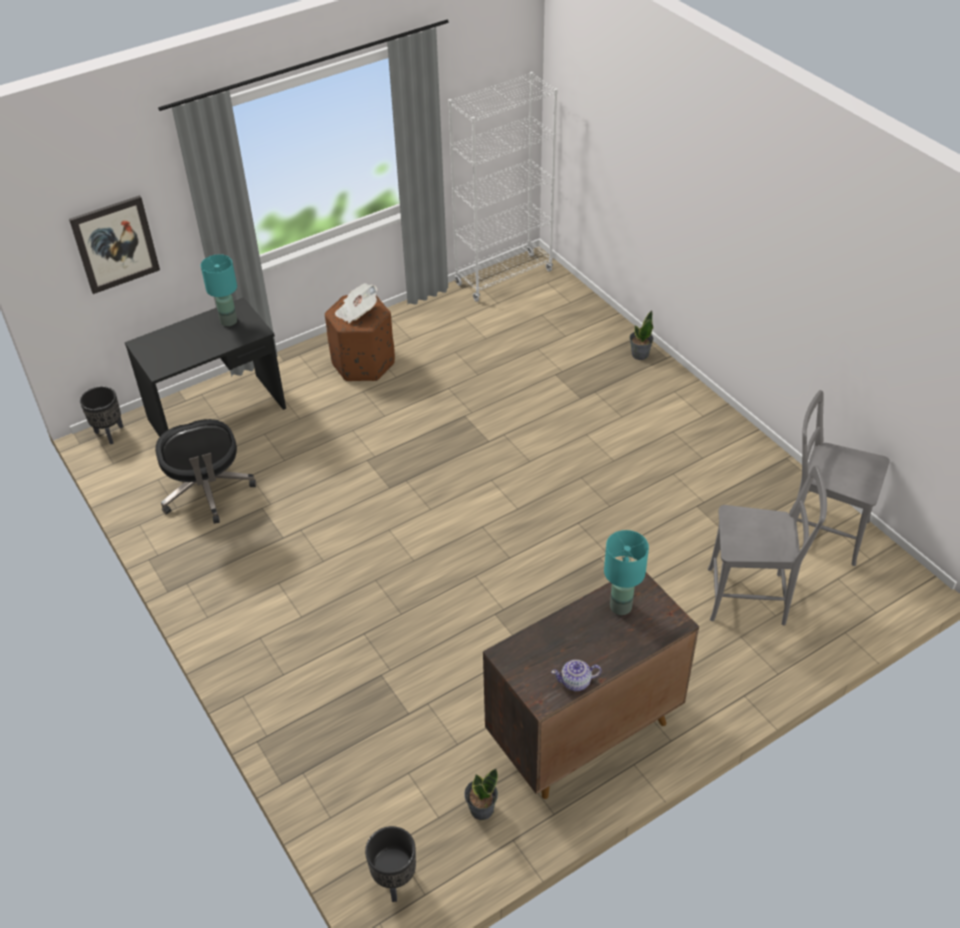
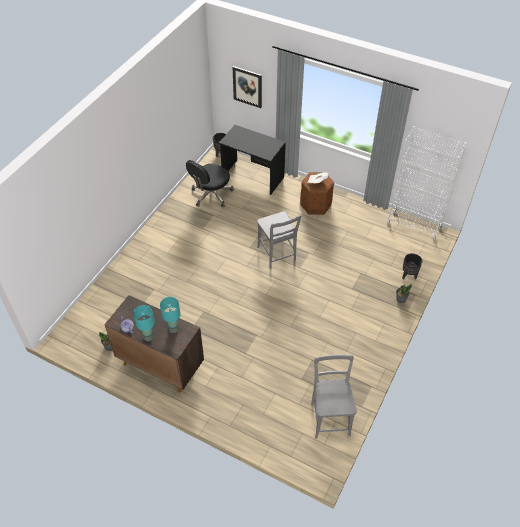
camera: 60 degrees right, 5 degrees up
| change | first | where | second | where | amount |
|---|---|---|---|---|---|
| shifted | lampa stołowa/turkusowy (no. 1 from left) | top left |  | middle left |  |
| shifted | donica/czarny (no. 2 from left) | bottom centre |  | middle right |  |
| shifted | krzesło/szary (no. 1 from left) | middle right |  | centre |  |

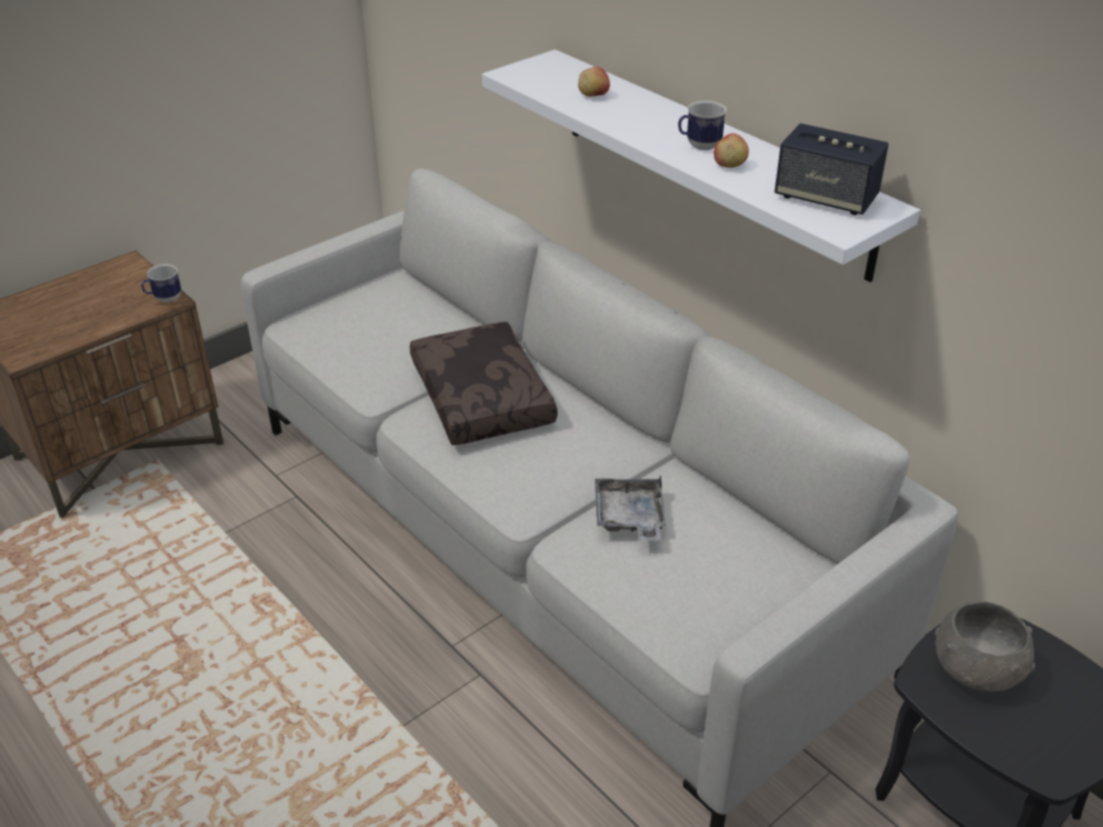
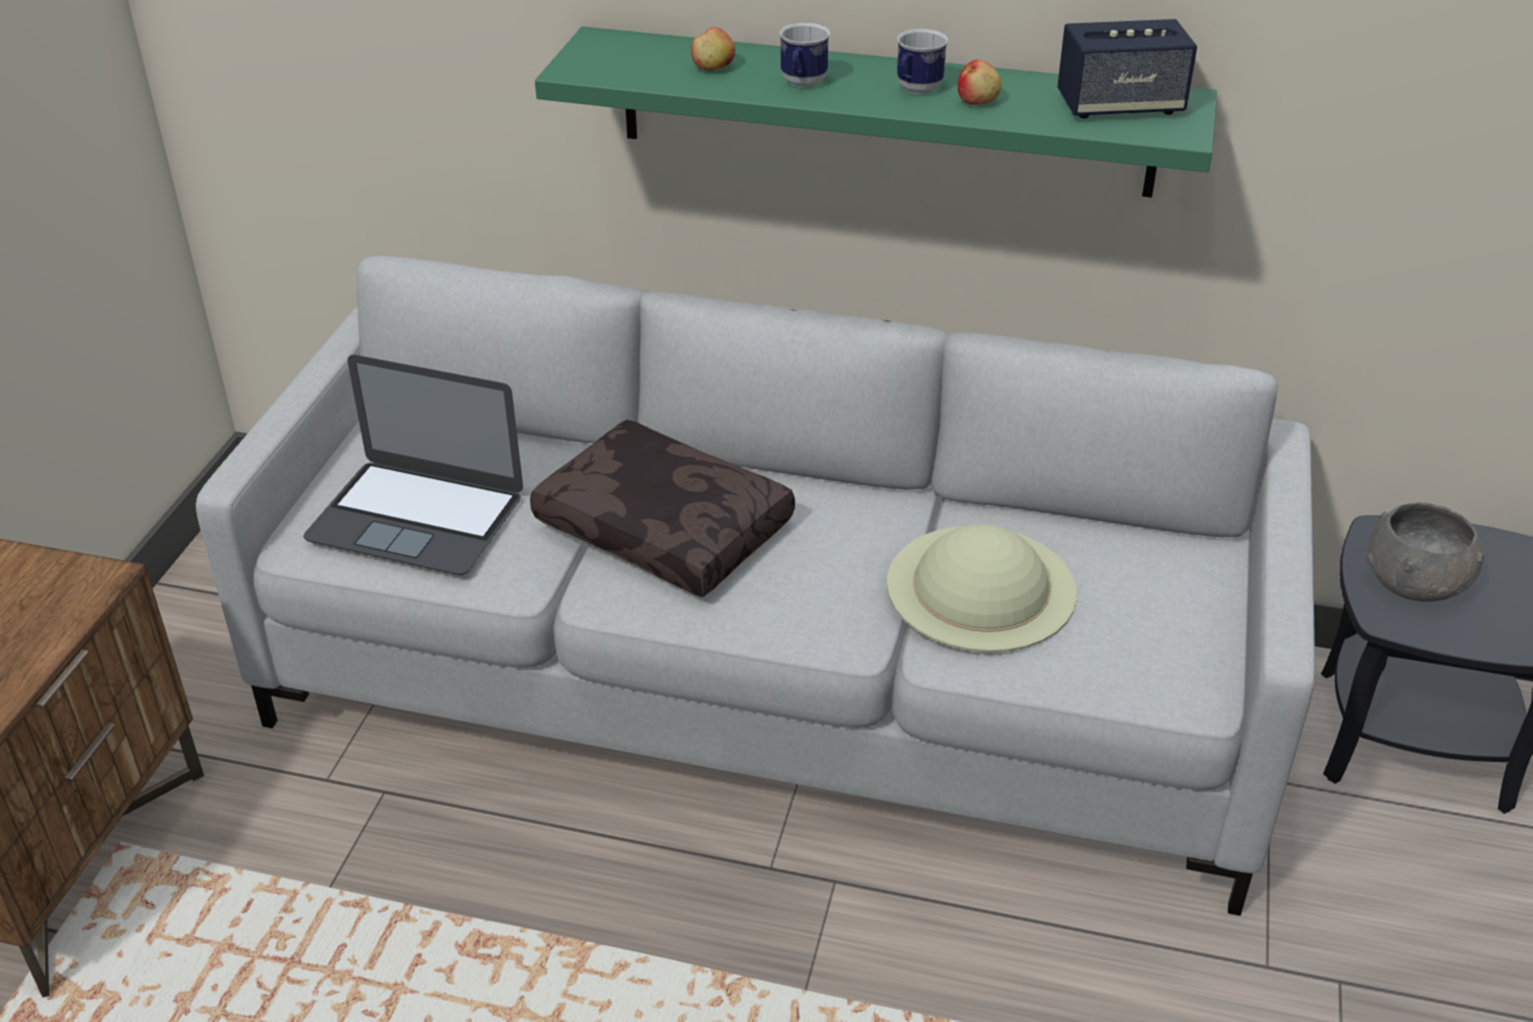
camera: 35 degrees left, 0 degrees up
| change | first | where | second | where | amount |
|---|---|---|---|---|---|
| shifted | kubek (no. 1 from left) | middle left |  | top centre |  |
| repainted | półka/biały | top centre | półka/zielony | top centre |  |
| swapped | taca/szary | centre | kapelusz/beżowy | centre |  |
| new |  |  | laptop | middle left |  |

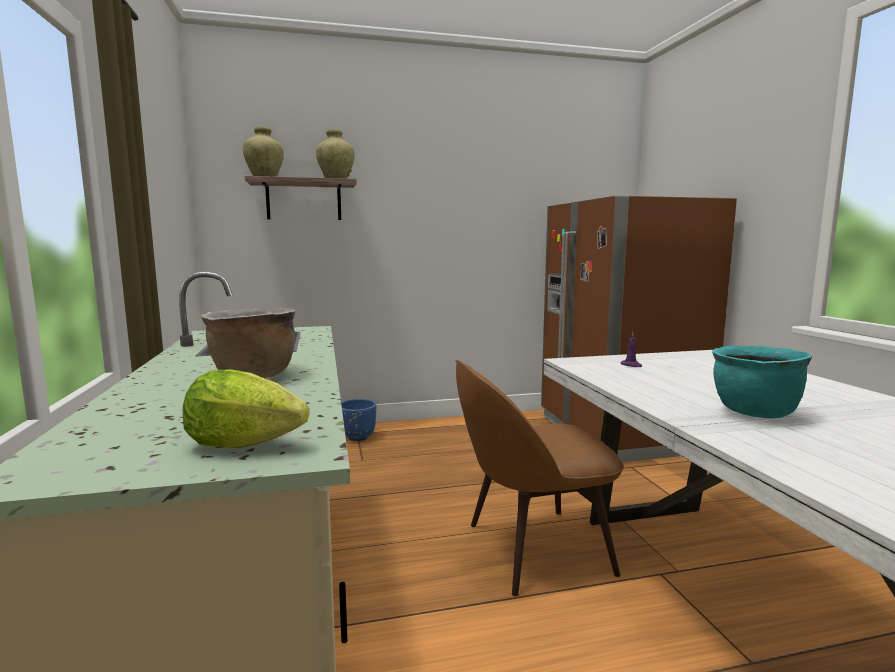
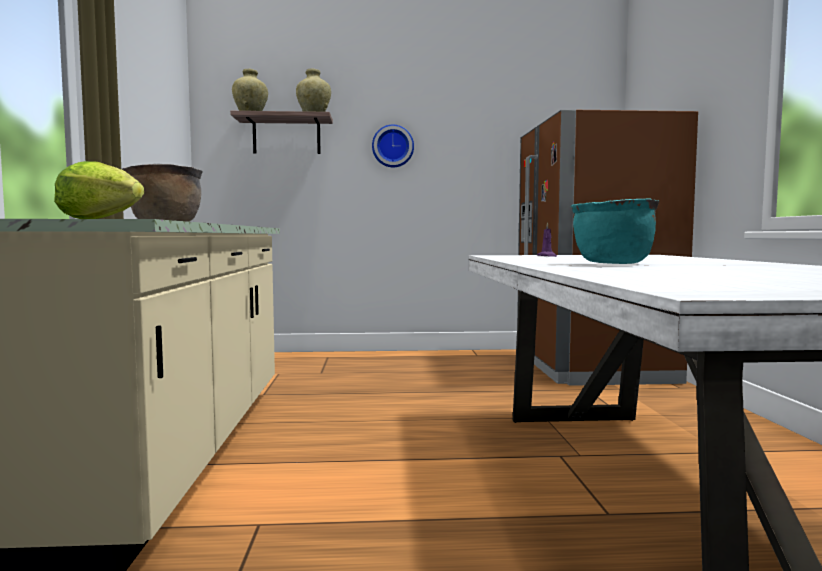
camera: 10 degrees right, 5 degrees down
| change | first | where | second | where | amount |
|---|---|---|---|---|---|
| gone | donica/niebieski | centre |  |  |  |
| gone | krzesło/brązowy | bottom centre |  |  |  |
| new |  |  | zegar ścienny | top centre |  |

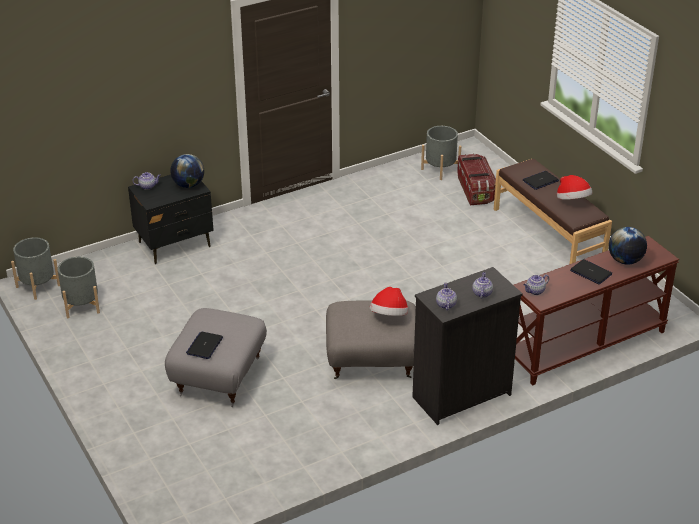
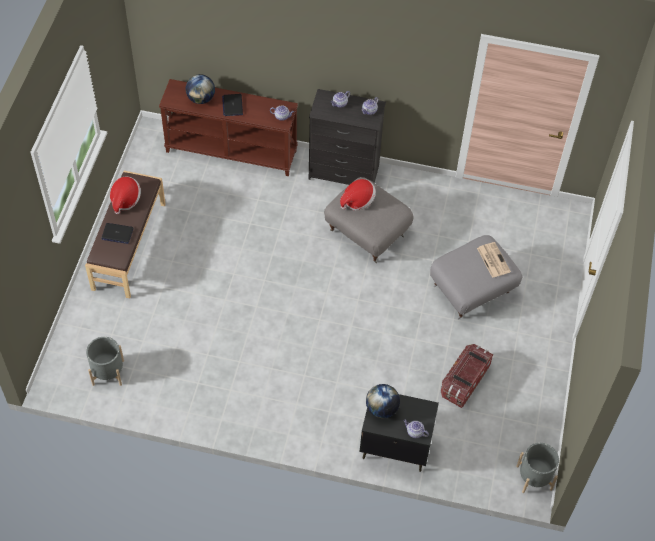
camera: 140 degrees left, 20 degrees up
| change | first | where | second | where | amount |
|---|---|---|---|---|---|
| gone | donica/szary (no. 2 from left) | middle left |  |  |  |
| swapped | laptop (no. 1 from left) | middle left | gazeta | middle right |  |
| shifted | pojemnik do przechowywania | middle right |  | bottom right |  |

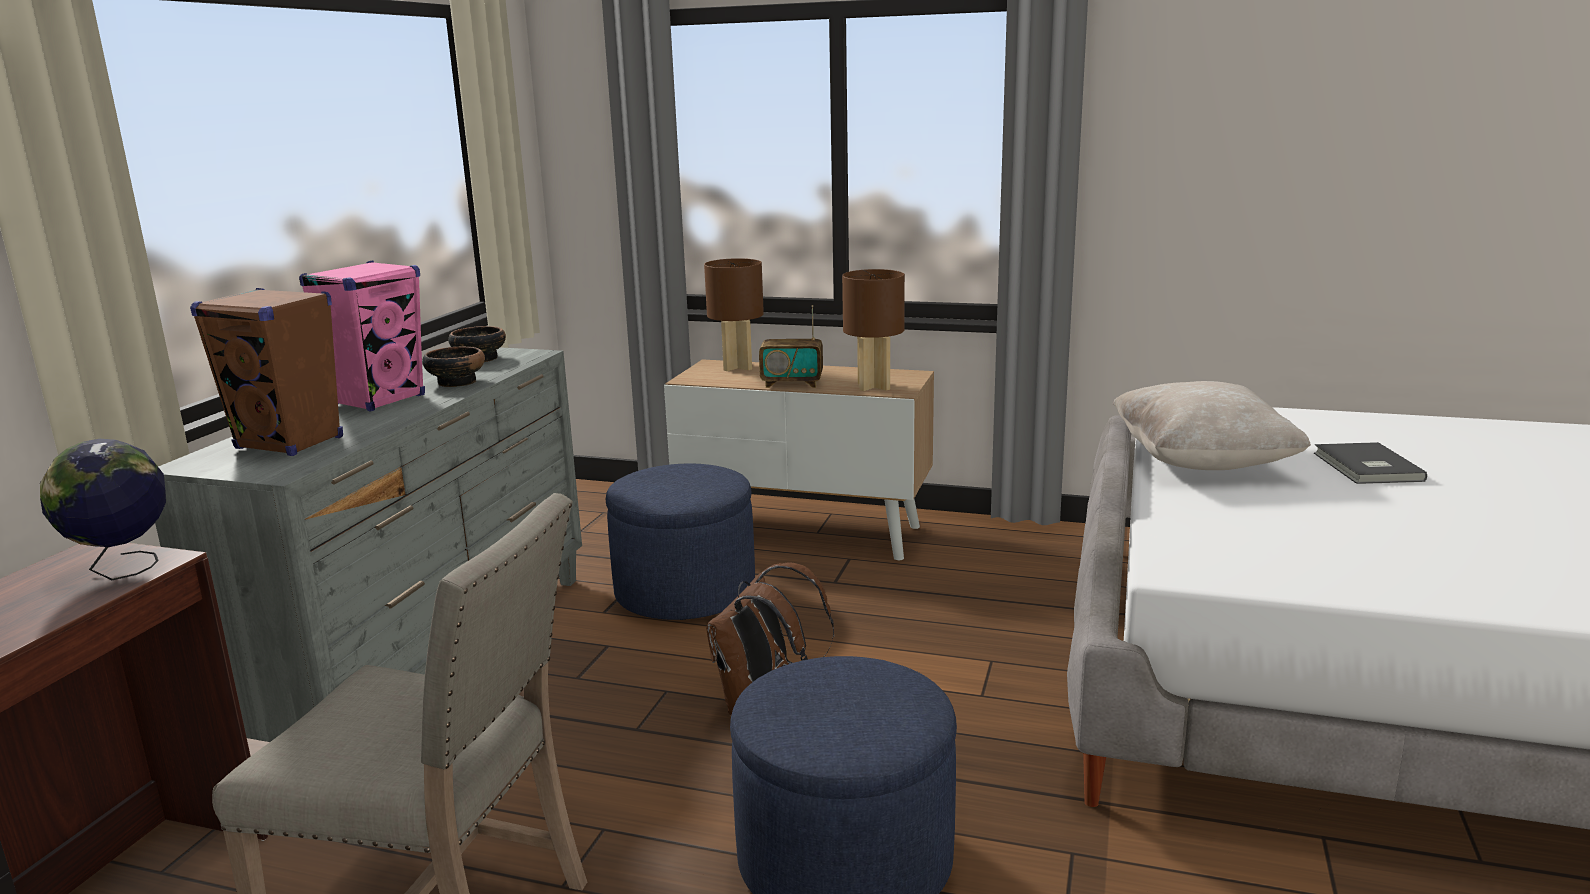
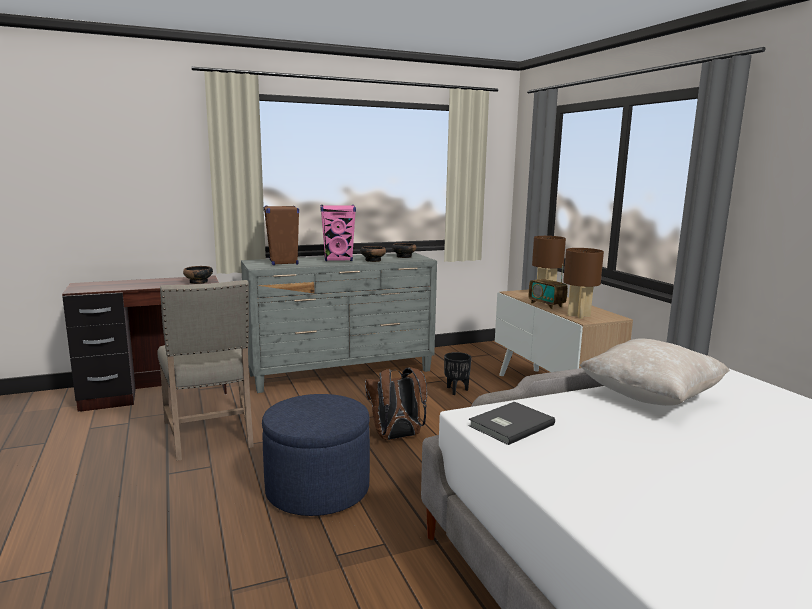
camera: 50 degrees right, 5 degrees down
| change | first | where | second | where | amount |
|---|---|---|---|---|---|
| swapped | globus | middle left | miska (no. 1 from left) | middle left |  |
| swapped | pufa/niebieski (no. 1 from left) | centre | donica/czarny | centre |  |
| shifted | książka/szary | middle right |  | bottom centre |  |

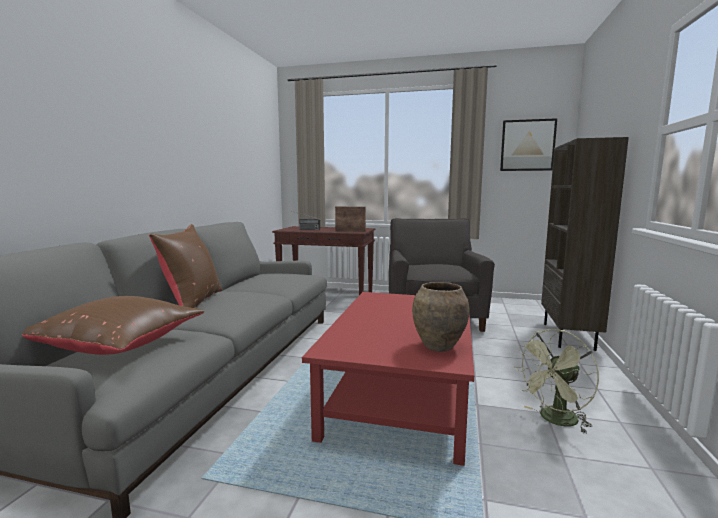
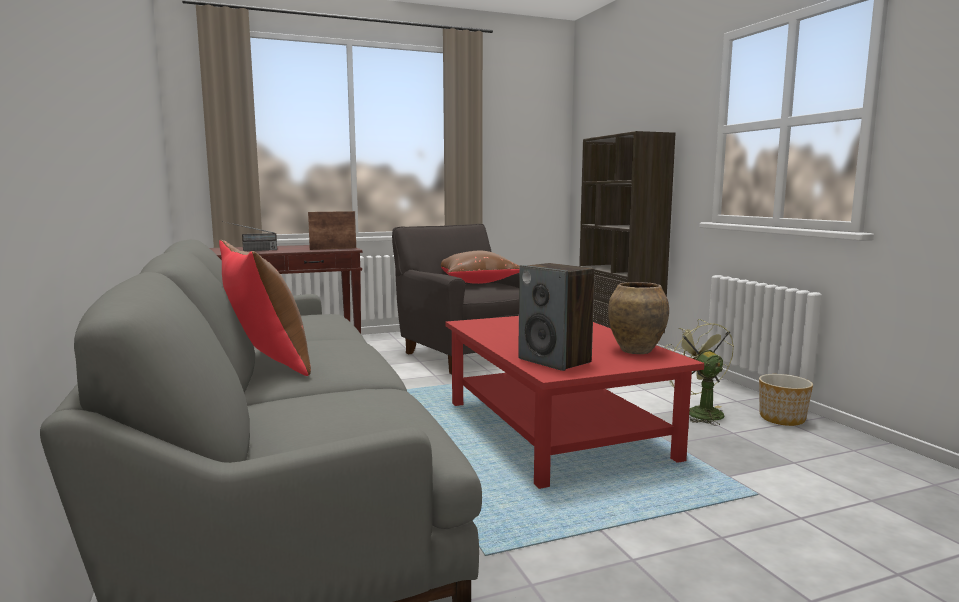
camera: 35 degrees left, 0 degrees up
| change | first | where | second | where | amount |
|---|---|---|---|---|---|
| shifted | poduszka/brązowy (no. 1 from left in the first image) | middle left | poduszka/brązowy (no. 2 from left) | centre |  |
| gone | obraz | top right |  |  |  |
| rotated | wentylator/zielony | bottom right |  | middle right | 135 degrees clockwise |
| new |  |  | głośnik | centre |  |
| new |  |  | donica | middle right |  |

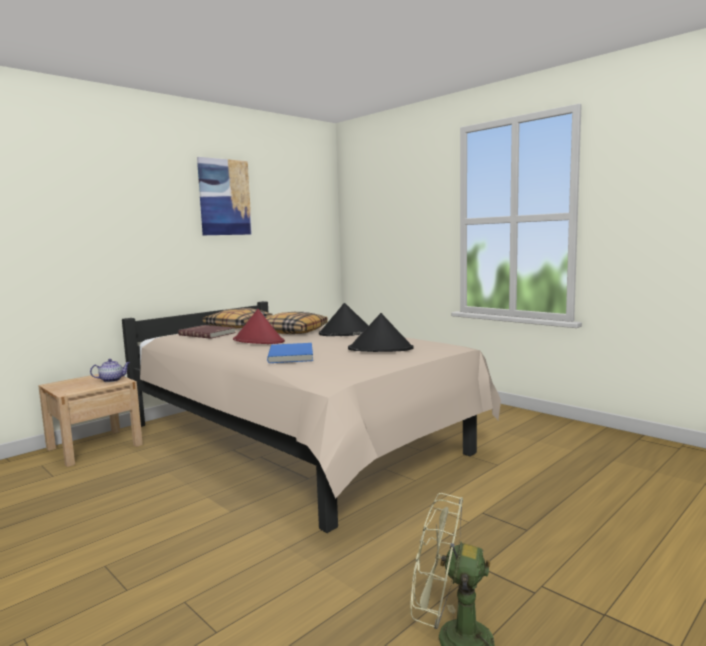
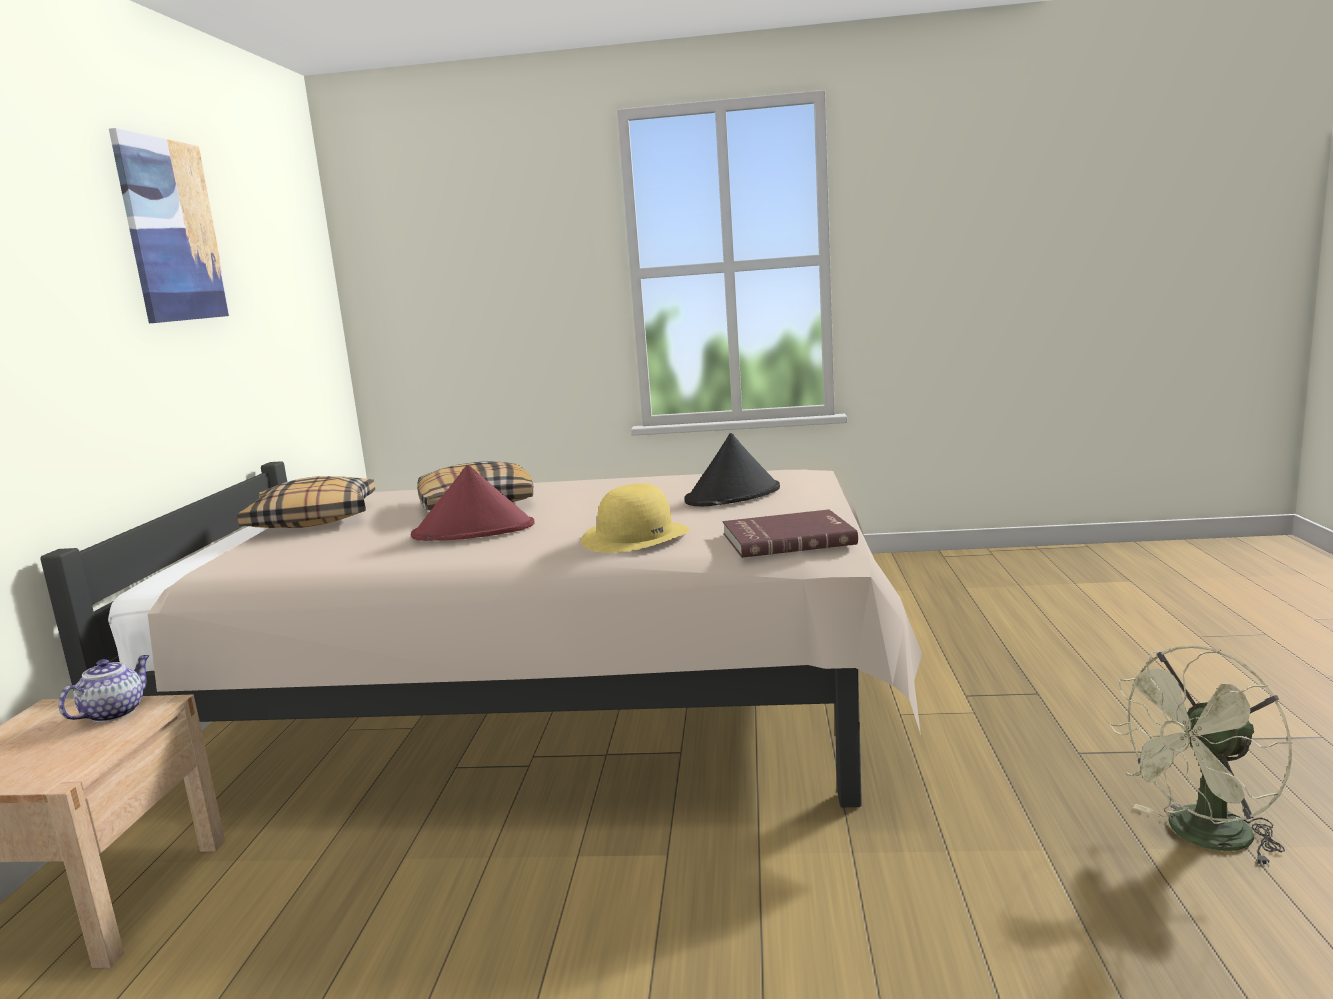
camera: 40 degrees left, 5 degrees up
| change | first | where | second | where | amount |
|---|---|---|---|---|---|
| shifted | książka/czerwony | middle left |  | centre |  |
| swapped | książka/niebieski | centre | kapelusz/żółty | centre |  |
| gone | kapelusz/czarny (no. 1 from left) | centre |  |  |  |

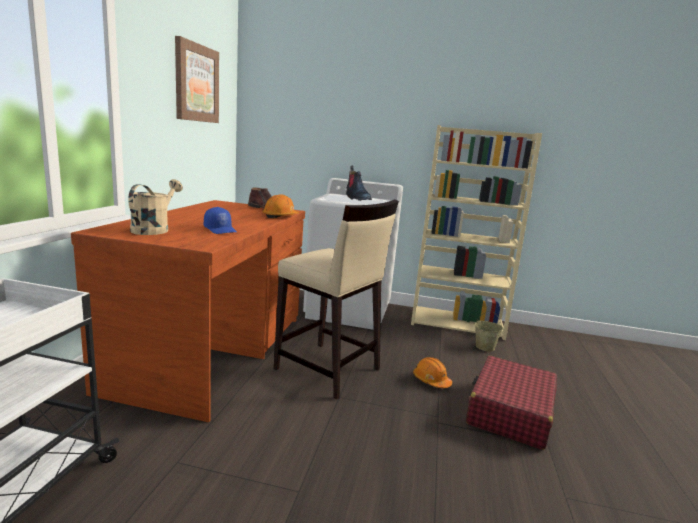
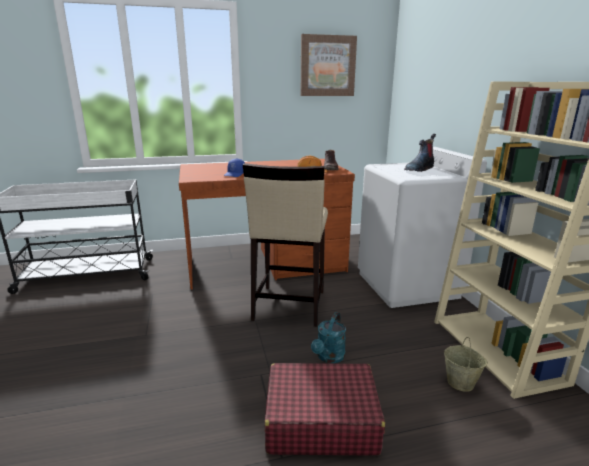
camera: 65 degrees right, 5 degrees up
| change | first | where | second | where | amount |
|---|---|---|---|---|---|
| gone | konewka/beżowy | middle left |  |  |  |
| swapped | kask/pomarańczowy (no. 2 from left) | bottom centre | konewka/turkusowy | bottom centre |  |

